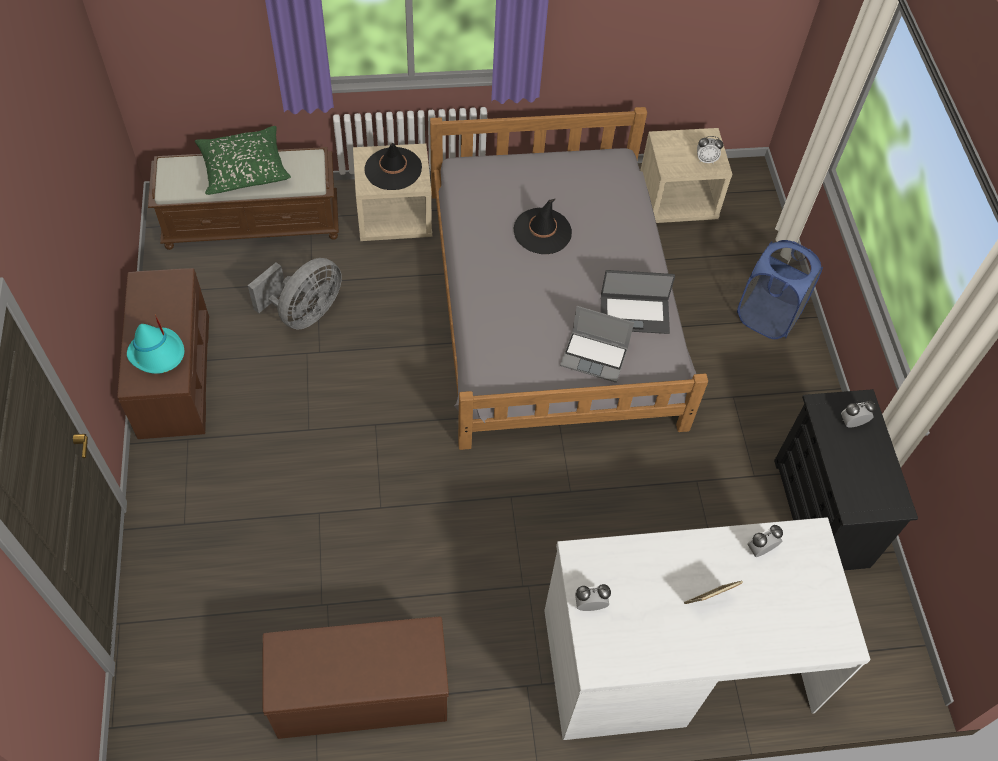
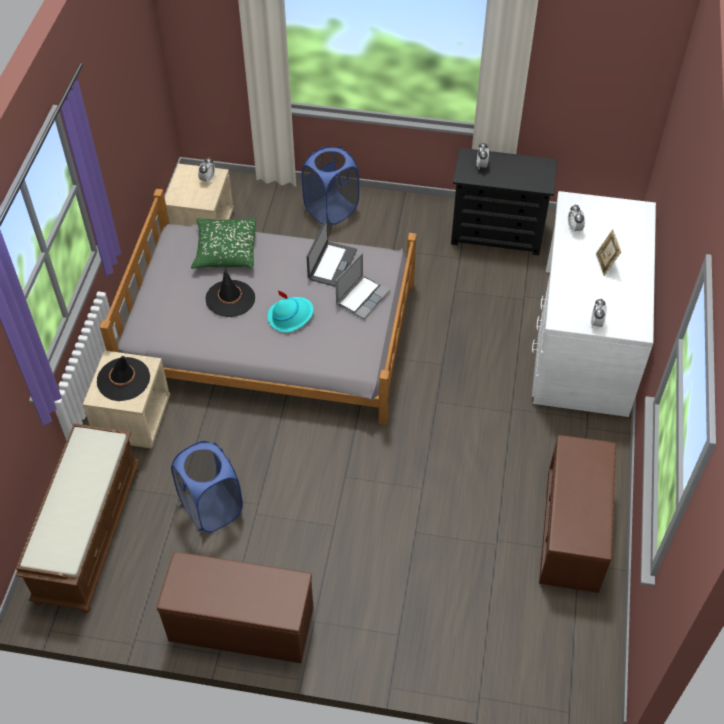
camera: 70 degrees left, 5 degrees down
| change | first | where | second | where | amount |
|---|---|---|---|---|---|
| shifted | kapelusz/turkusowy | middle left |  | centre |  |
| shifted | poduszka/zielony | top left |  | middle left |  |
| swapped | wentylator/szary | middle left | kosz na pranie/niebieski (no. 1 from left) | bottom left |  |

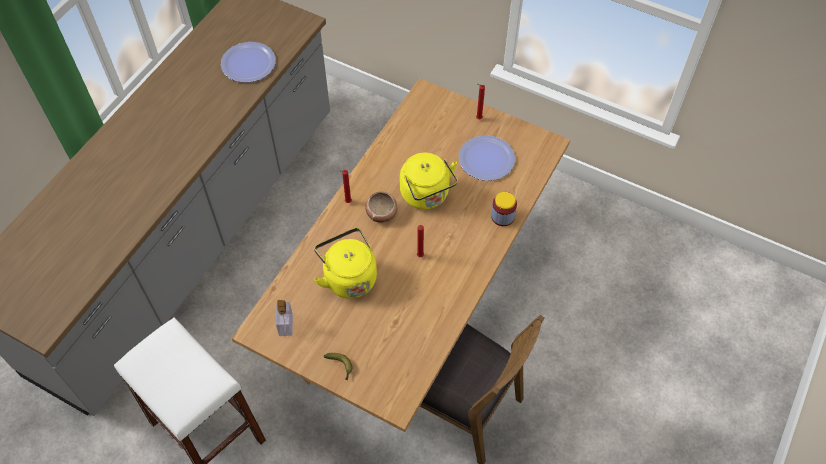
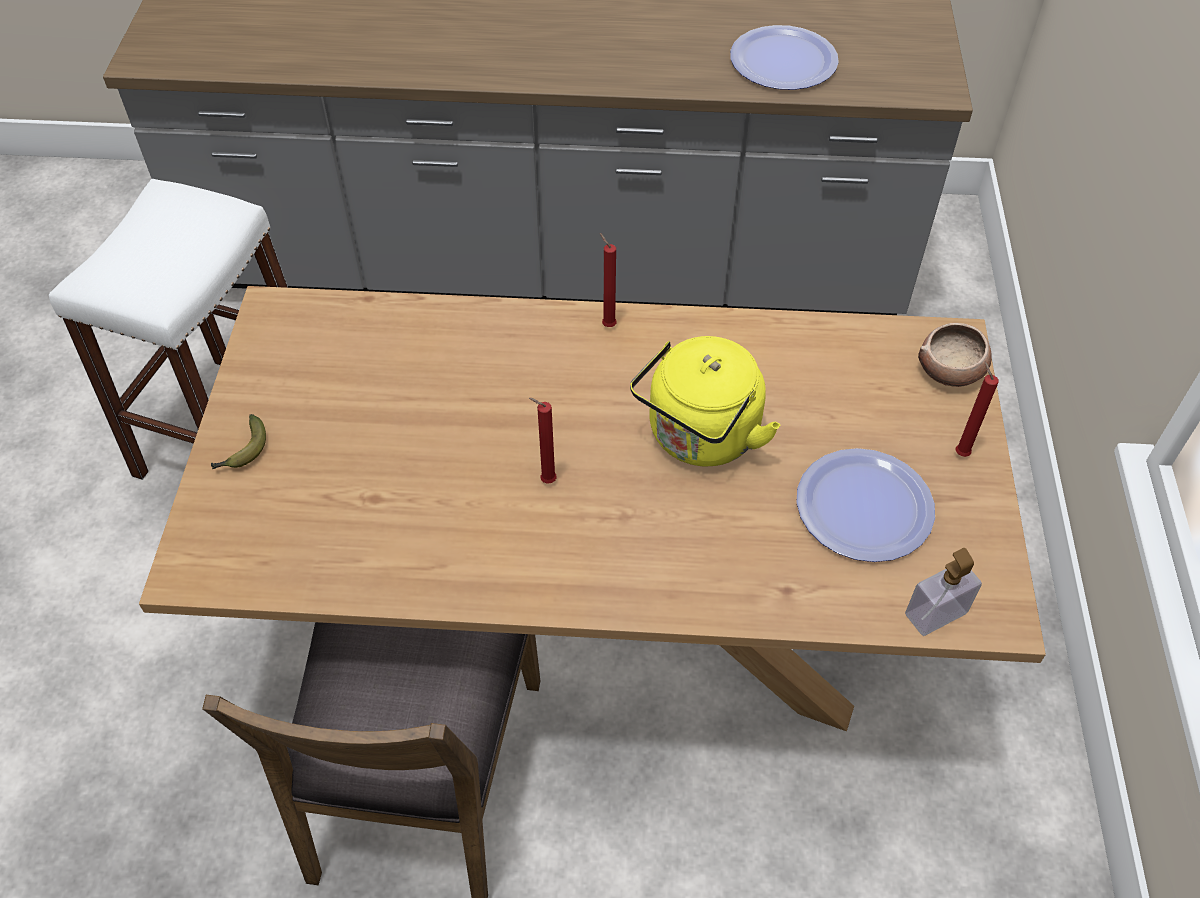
camera: 65 degrees right, 5 degrees down
| change | first | where | second | where | amount |
|---|---|---|---|---|---|
| shifted | dozownik mydła | bottom centre |  | middle right |  |
| gone | czajnik/żółty (no. 1 from left) | centre |  |  |  |
| shifted | miska | centre |  | middle right |  |
| gone | słoik | centre |  |  |  |

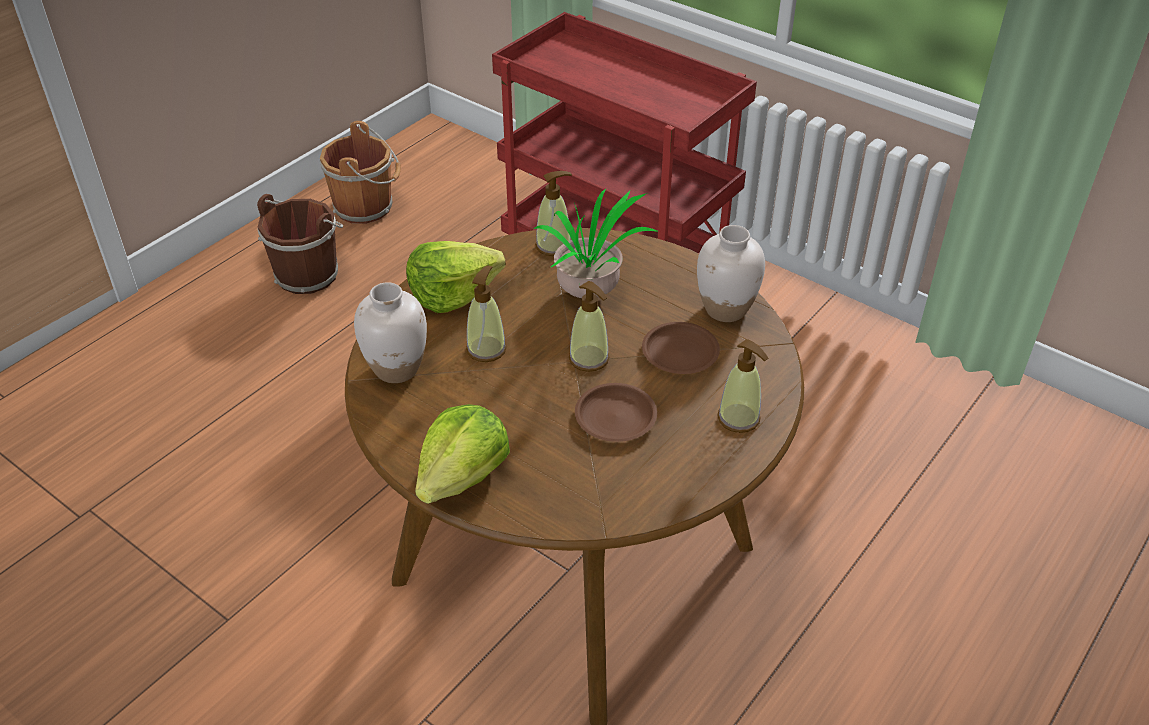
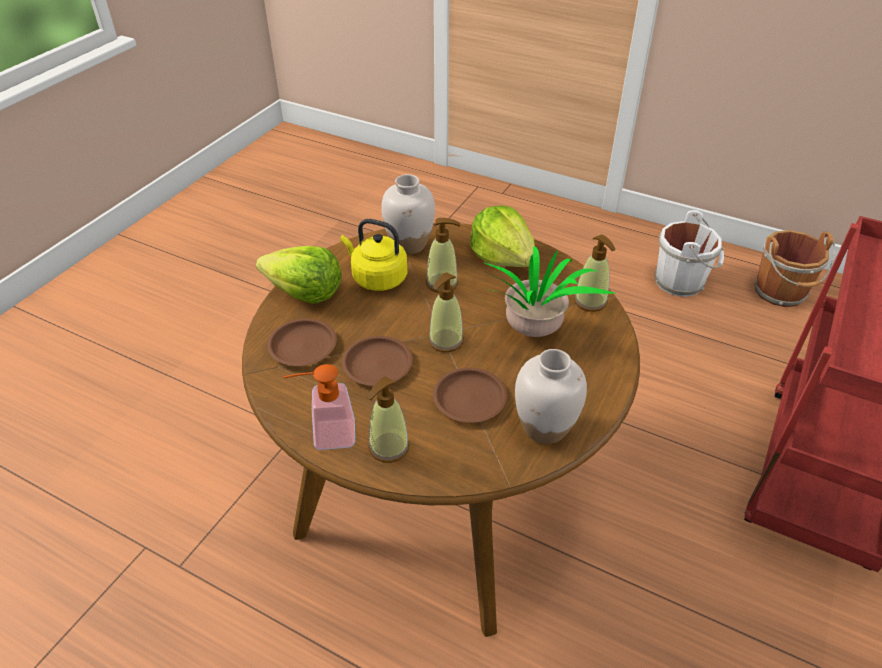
camera: 80 degrees right, 0 degrees up
| change | first | where | second | where | amount |
|---|---|---|---|---|---|
| repainted | wiadro/brązowy (no. 1 from left) | middle left | wiadro/biały | middle right |  |
| new |  |  | talerz/brązowy (no. 1 from left) | centre |  |
| new |  |  | dozownik mydła (no. 1 from left) | centre |  |
| new |  |  | czajnik/żółty | centre |  |

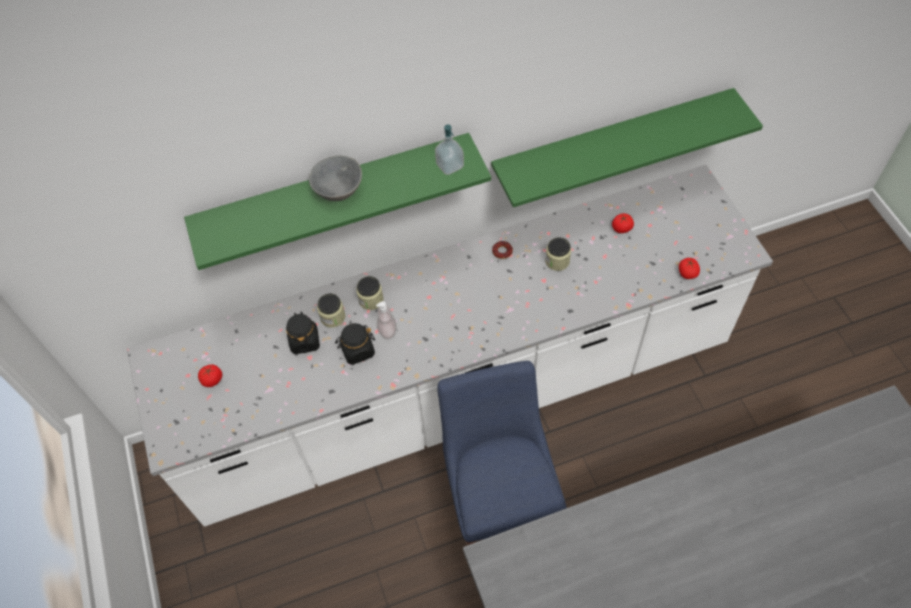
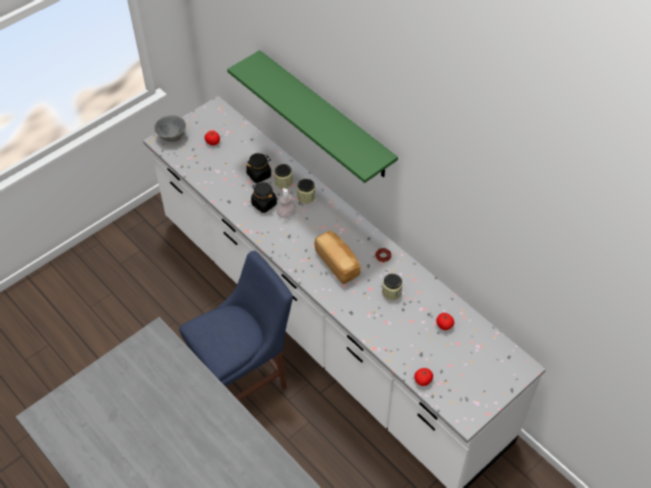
camera: 65 degrees right, 5 degrees down
| change | first | where | second | where | amount |
|---|---|---|---|---|---|
| shifted | miska/szary | top centre |  | top left |  |
| gone | dozownik mydła (no. 2 from left) | top centre |  |  |  |
| gone | półka/zielony (no. 2 from left) | top right |  |  |  |
| new |  |  | chleb | centre |  |

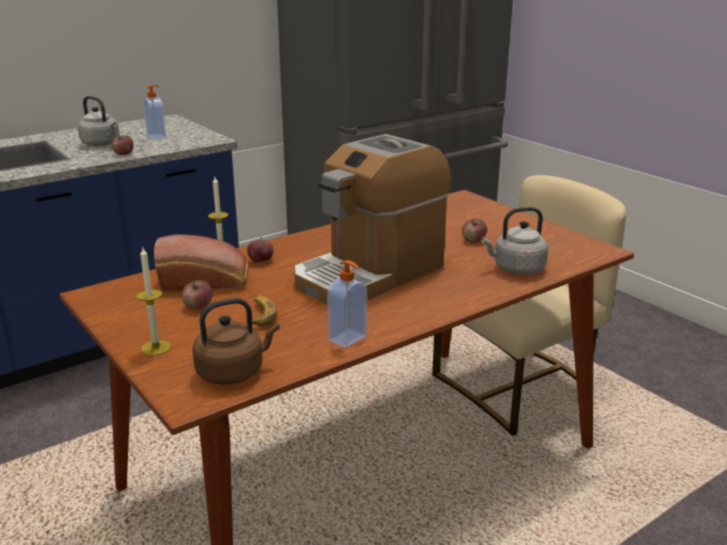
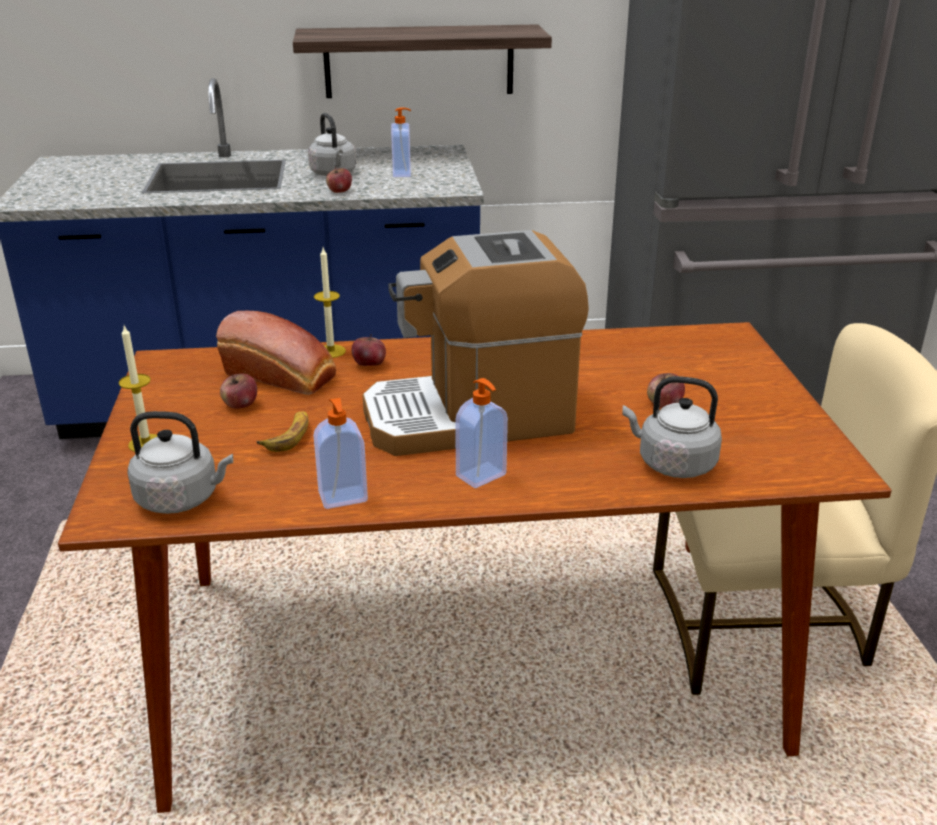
camera: 30 degrees right, 5 degrees up
| change | first | where | second | where | amount |
|---|---|---|---|---|---|
| repainted | czajnik/brązowy | middle left | czajnik/szary (no. 1 from left) | middle left |  |
| new |  |  | półka | top centre |  |
| new |  |  | dozownik mydła (no. 3 from left) | centre |  |

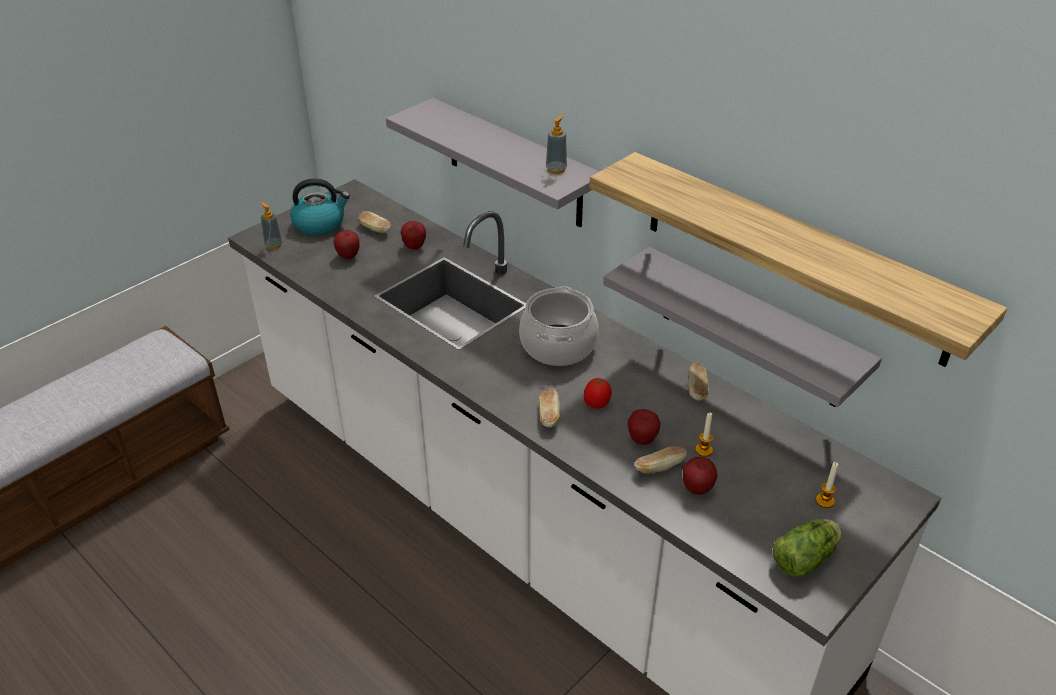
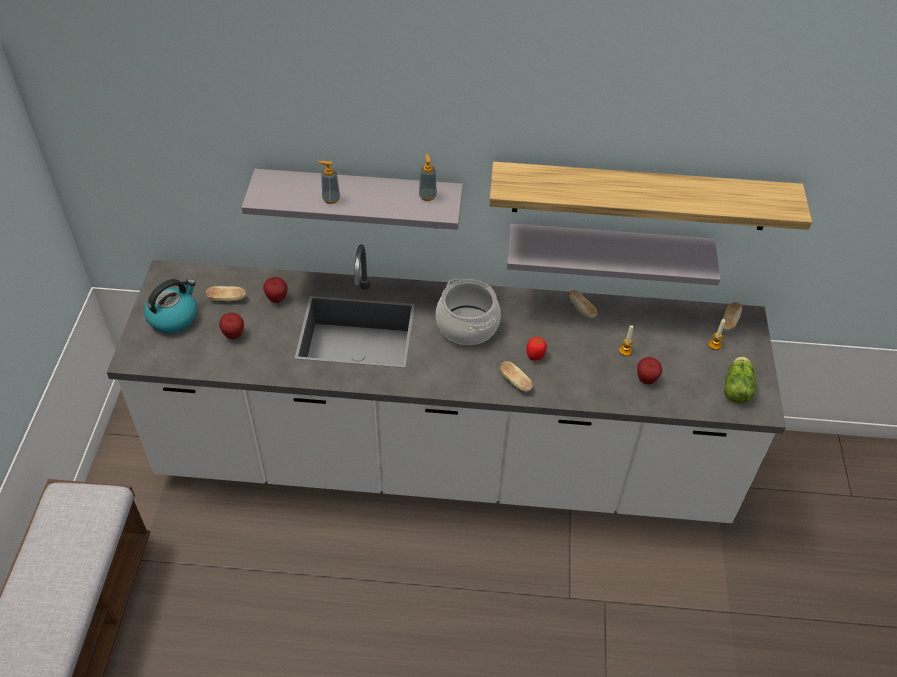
camera: 40 degrees left, 10 degrees up
| change | first | where | second | where | amount |
|---|---|---|---|---|---|
| shifted | dozownik mydła (no. 1 from left) | top left |  | top centre |  |
| gone | jabłko (no. 3 from left) | centre |  |  |  |
| shifted | chleb (no. 3 from left in the first image) | centre | chleb (no. 4 from left) | middle right |  |

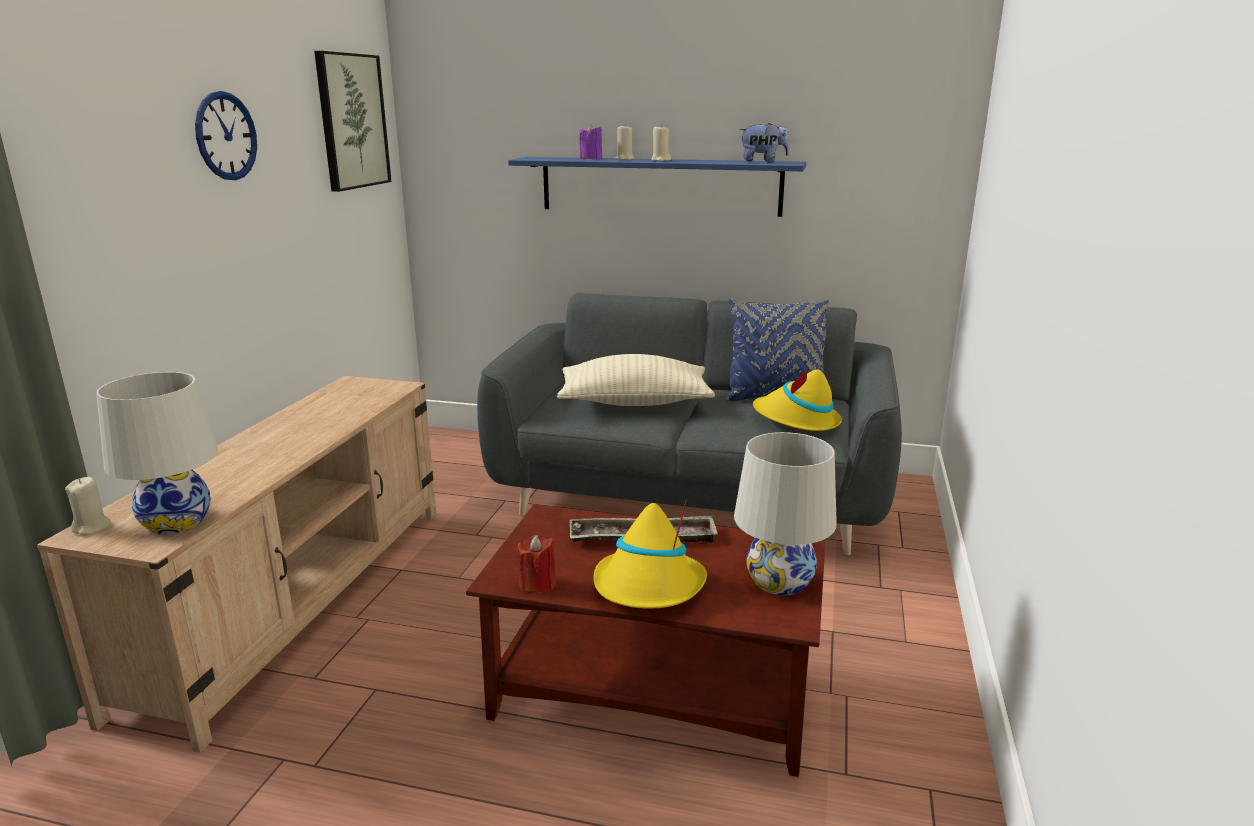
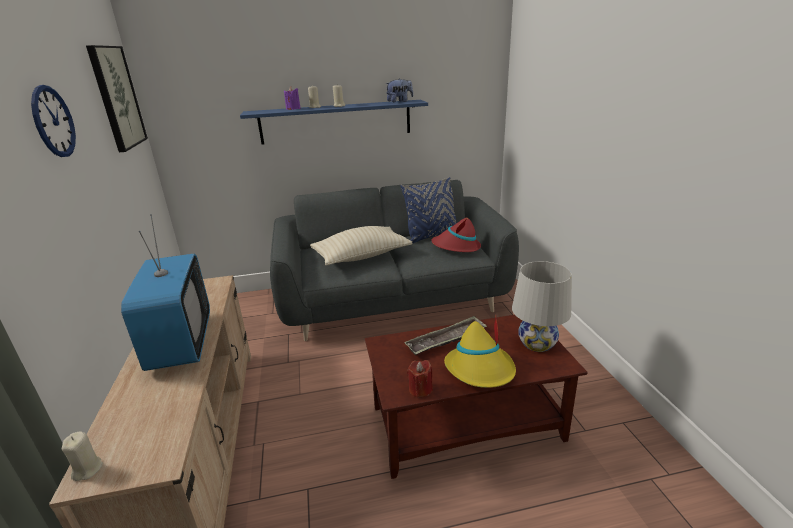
camera: 25 degrees left, 5 degrees up
| change | first | where | second | where | amount |
|---|---|---|---|---|---|
| gone | lampa stołowa/biały (no. 1 from left) | middle left |  |  |  |
| repainted | kapelusz/żółty (no. 2 from left) | centre | kapelusz/czerwony | centre |  |
| new |  |  | telewizor | middle left |  |

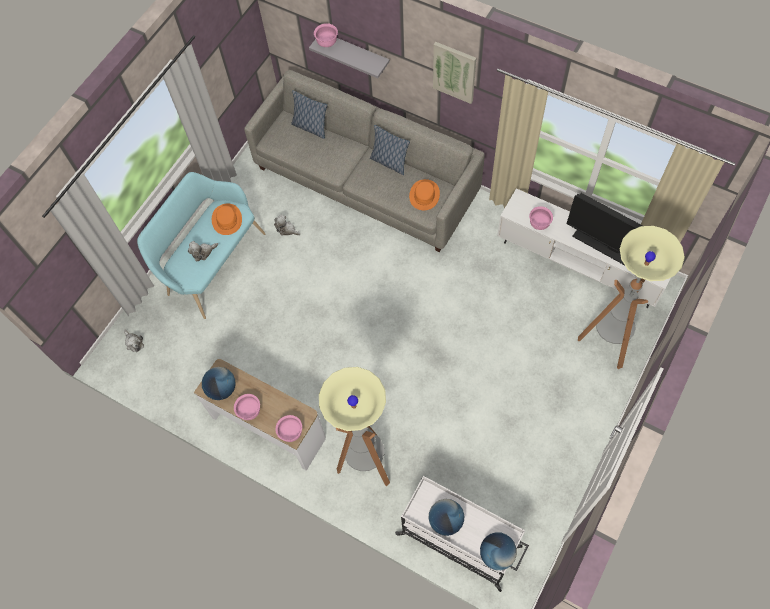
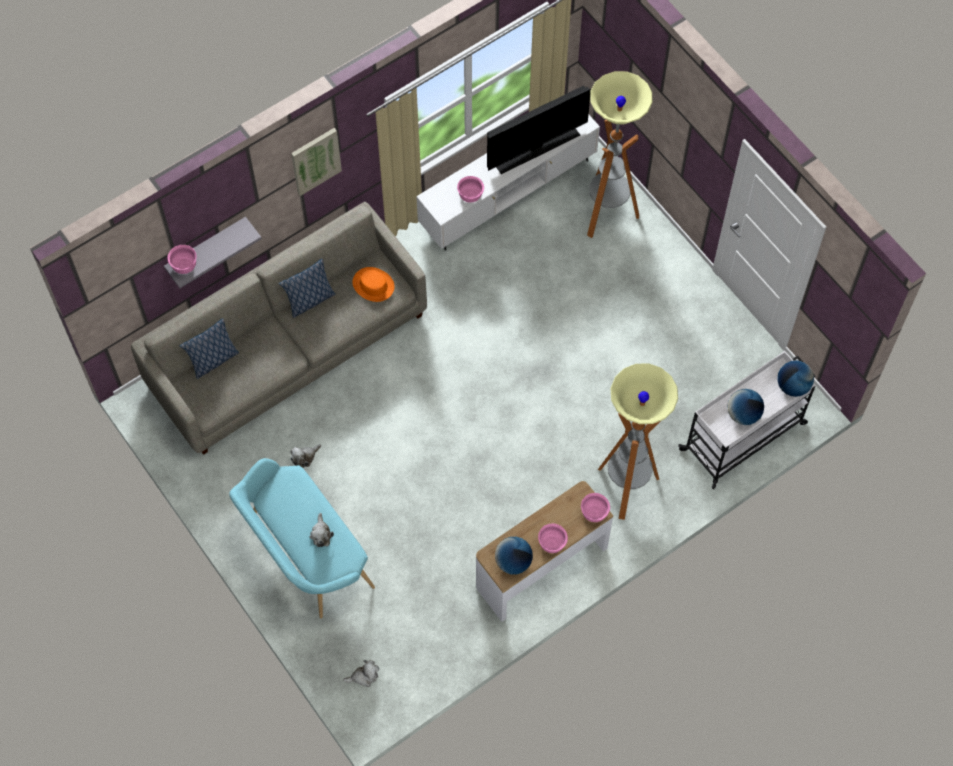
camera: 70 degrees left, 0 degrees up
| change | first | where | second | where | amount |
|---|---|---|---|---|---|
| gone | kapelusz/pomarańczowy (no. 1 from left) | middle left |  |  |  |

